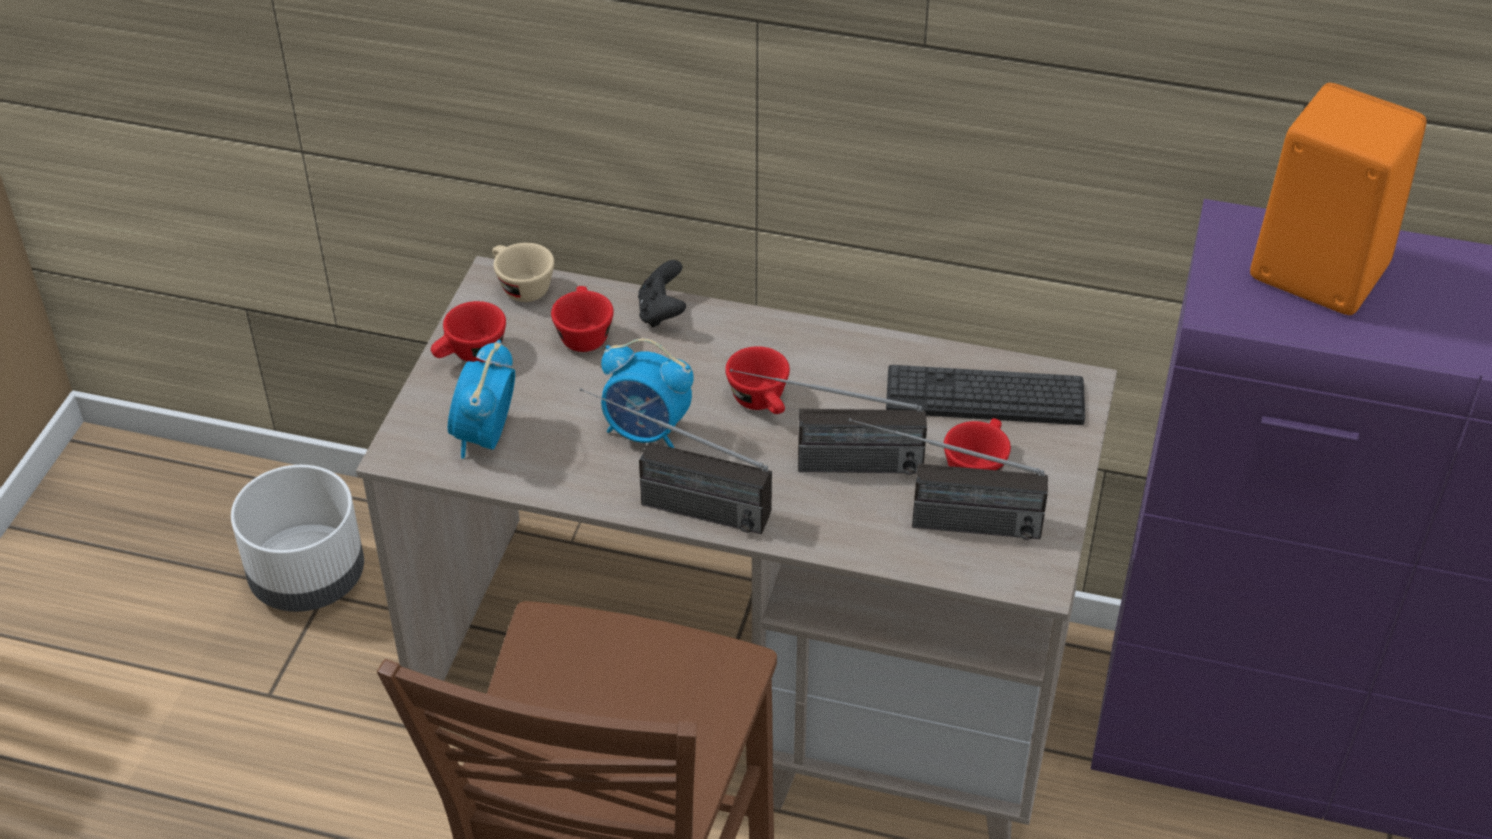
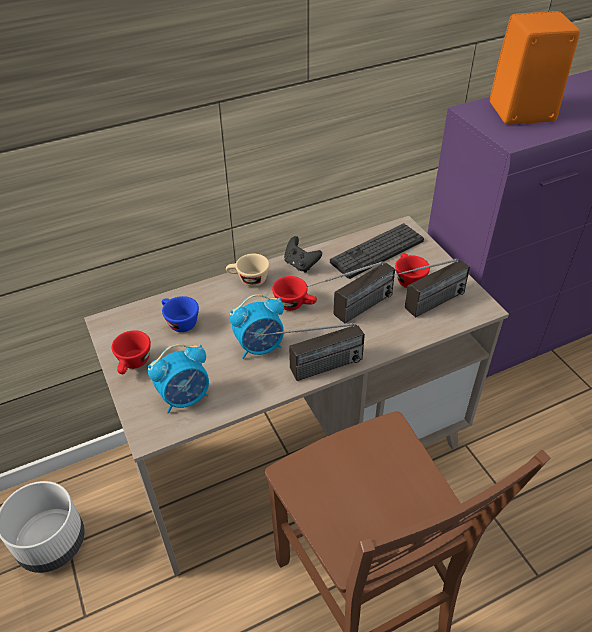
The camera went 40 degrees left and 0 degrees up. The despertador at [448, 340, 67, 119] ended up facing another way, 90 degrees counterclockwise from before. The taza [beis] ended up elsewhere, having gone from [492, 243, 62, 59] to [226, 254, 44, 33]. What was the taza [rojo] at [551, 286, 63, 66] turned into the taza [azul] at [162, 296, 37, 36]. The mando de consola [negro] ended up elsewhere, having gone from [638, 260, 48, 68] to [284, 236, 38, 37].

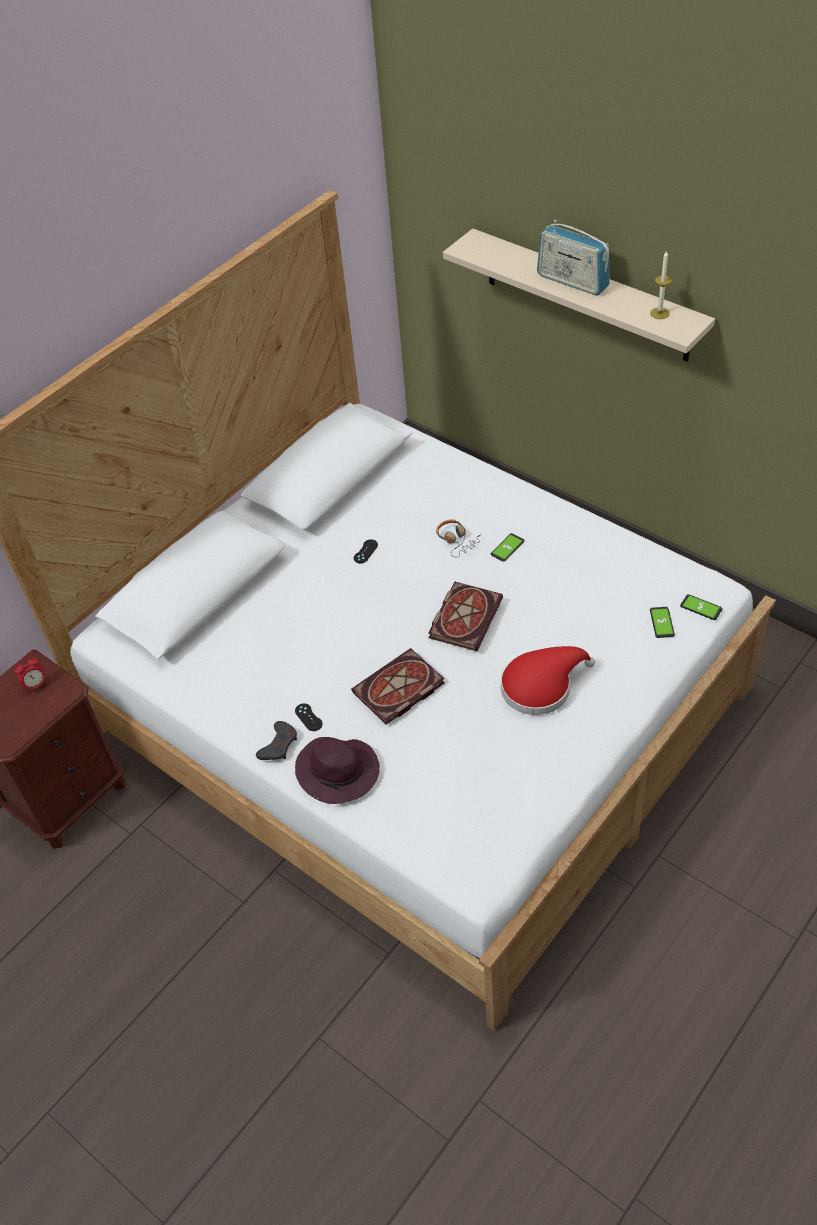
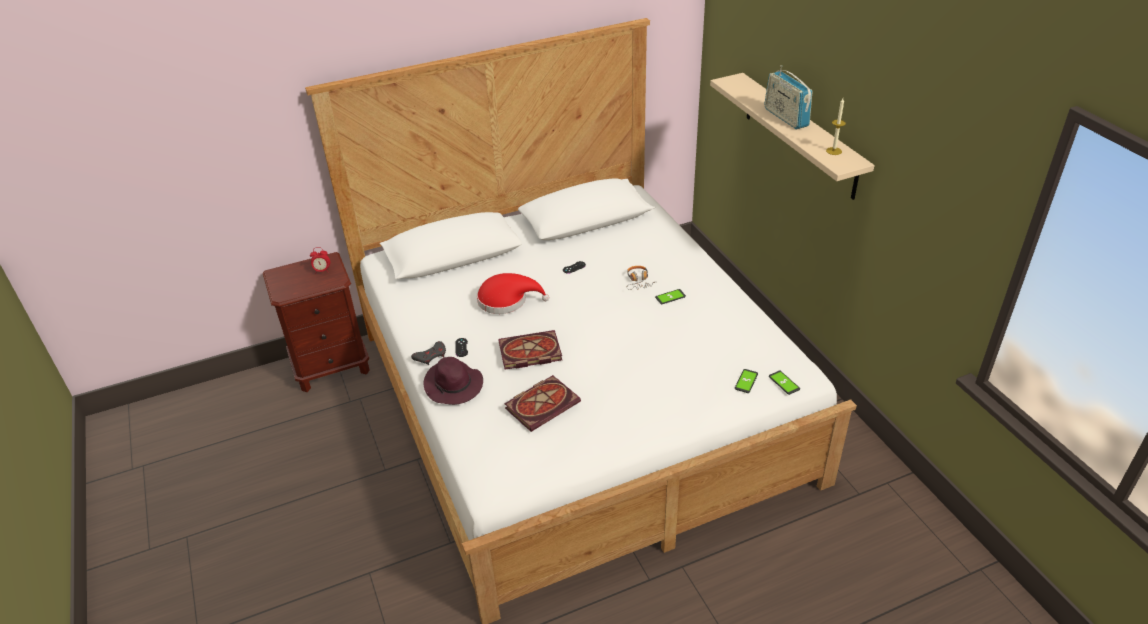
The camera went 25 degrees right and 10 degrees down. The libro ended up elsewhere, having gone from [428, 582, 75, 69] to [504, 375, 77, 57]. The sombrero [rojo] ended up elsewhere, having gone from [501, 646, 94, 69] to [477, 273, 72, 41].

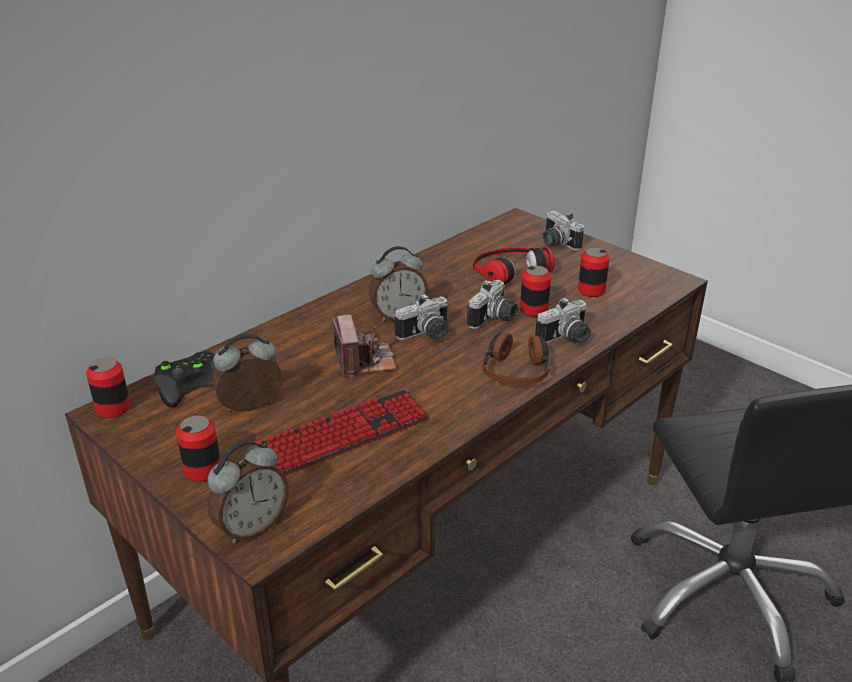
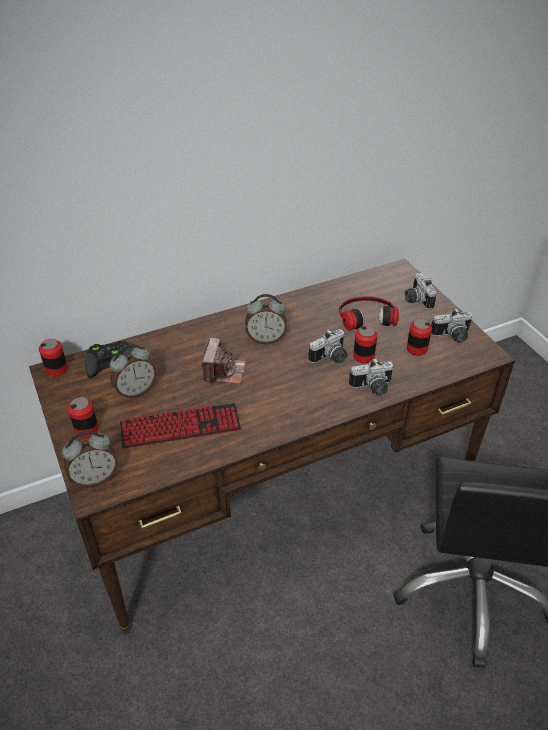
The camera went 20 degrees right and 10 degrees up. The despertador at [212, 333, 71, 79] ended up facing another way, 150 degrees clockwise from before. The cámara ended up elsewhere, having gone from [394, 294, 54, 46] to [431, 309, 41, 34]. The second view lost the auriculares at [482, 332, 68, 53].

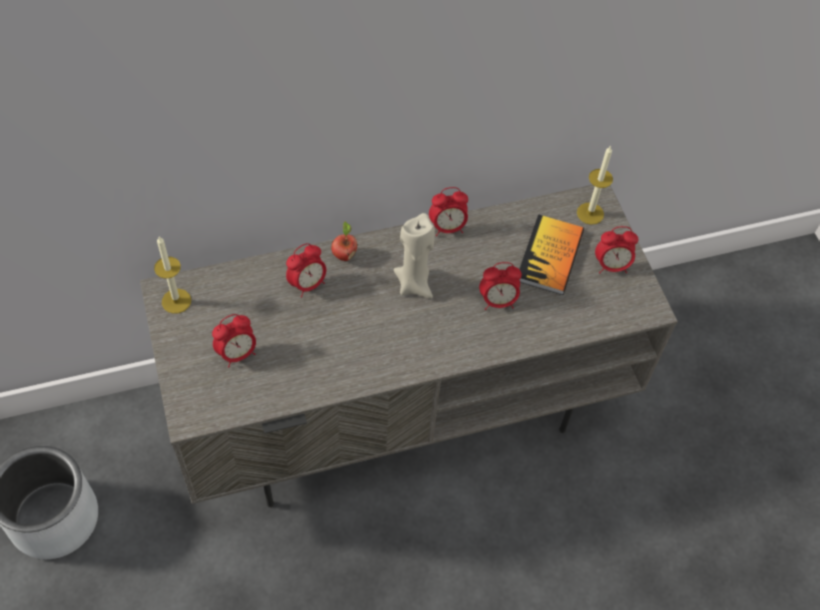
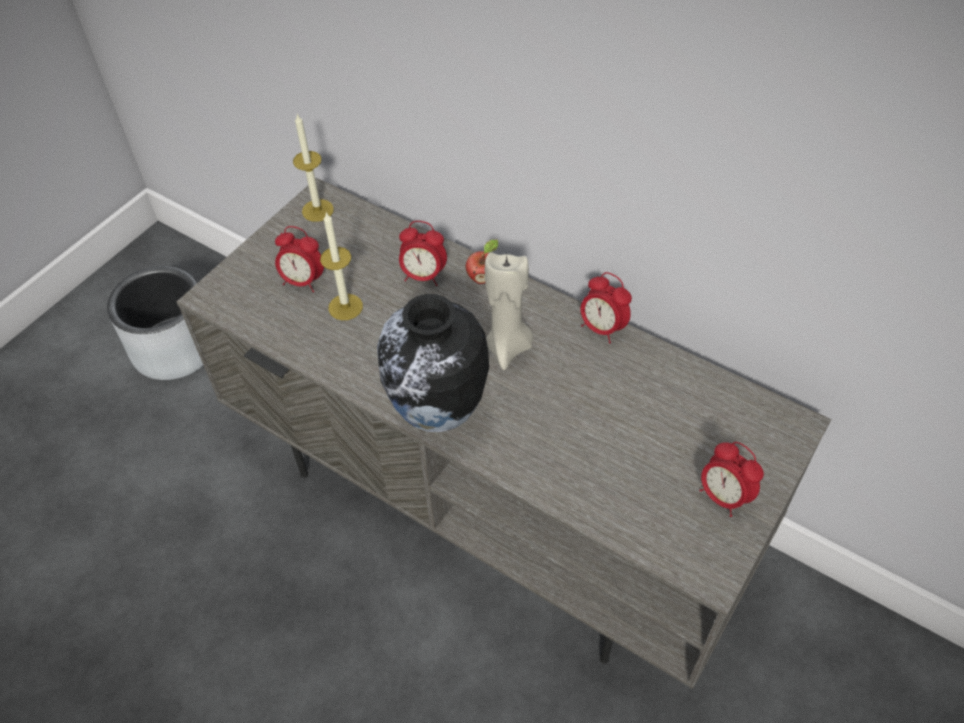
The camera went 55 degrees right and 5 degrees down. The second view lost the despertador at [479, 262, 43, 48]. The second view lost the libro at [519, 214, 65, 81]. The vela ended up elsewhere, having gone from [577, 146, 36, 79] to [320, 212, 43, 108]. The second view gained the florero at [377, 294, 112, 138].

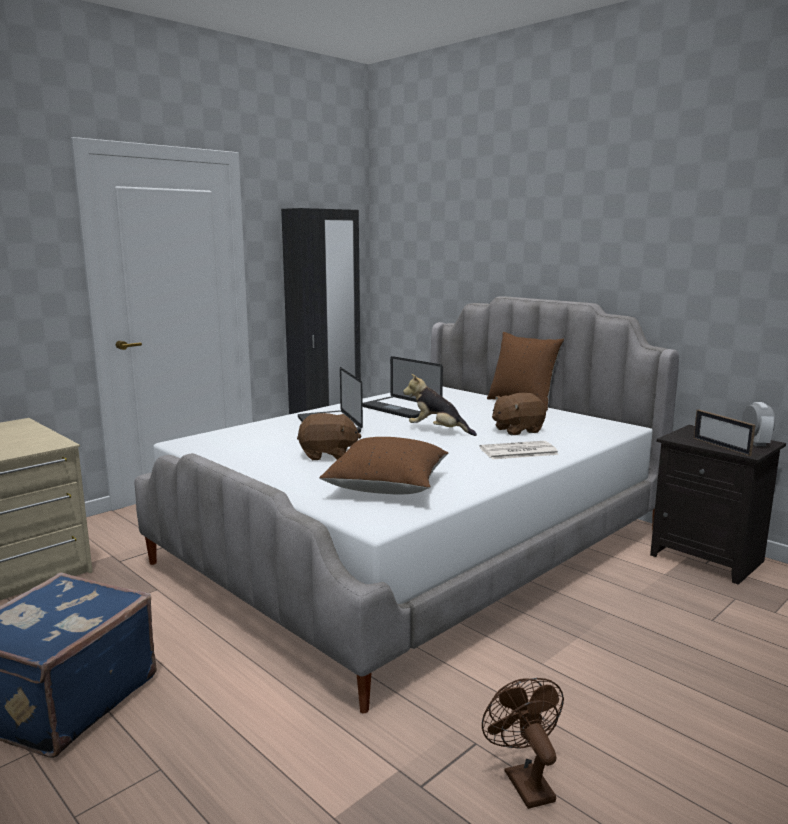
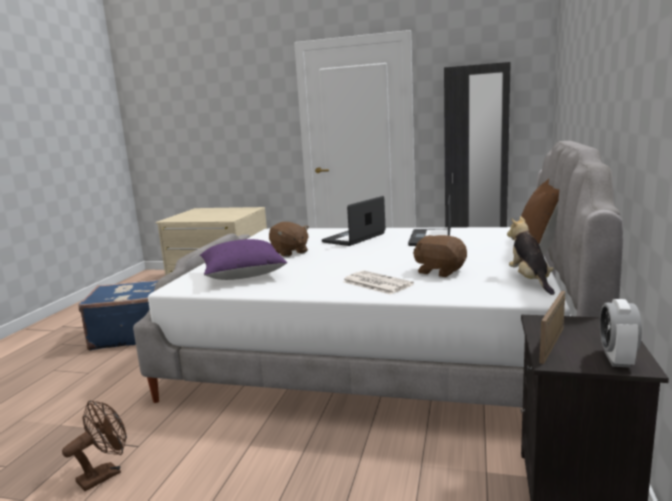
The camera went 60 degrees right and 0 degrees up. What was the cojín [marrón] at [319, 437, 129, 57] turned into the cojín [morado] at [200, 239, 87, 41]. The peluche ended up elsewhere, having gone from [403, 374, 74, 62] to [507, 216, 48, 79]. The despertador at [742, 402, 33, 44] ended up facing another way, 135 degrees clockwise from before.

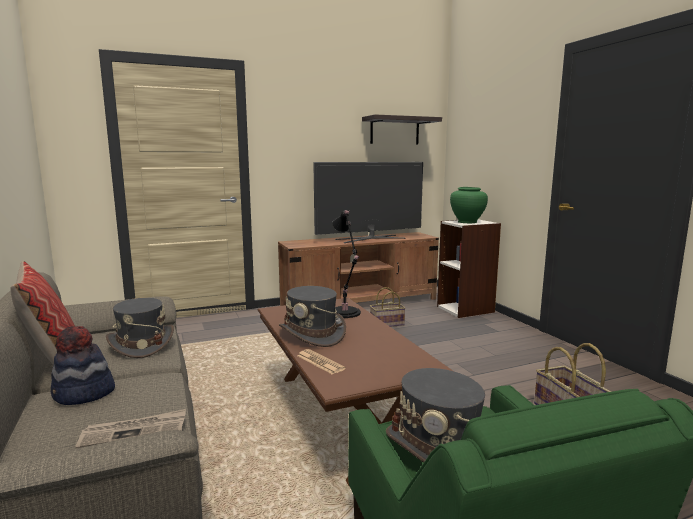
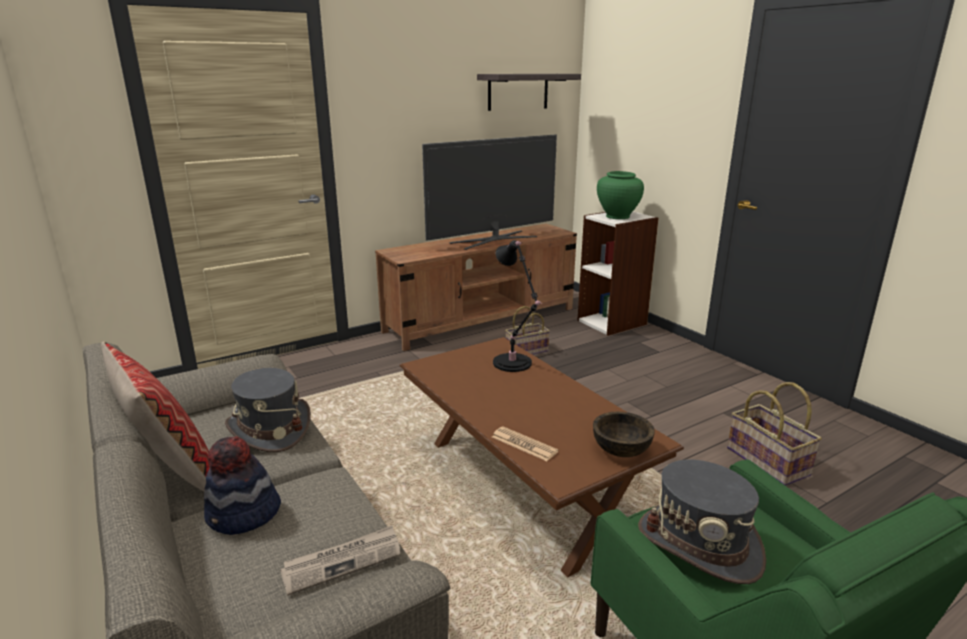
The camera went 10 degrees left and 10 degrees up. The second view lost the sombrero [gris] at [279, 286, 67, 61]. The second view gained the cuenco [marrón] at [593, 412, 62, 45].

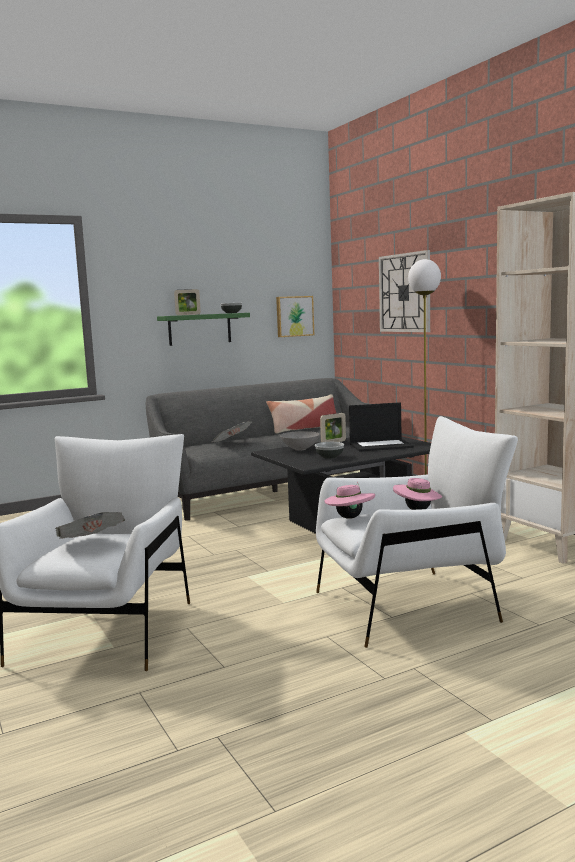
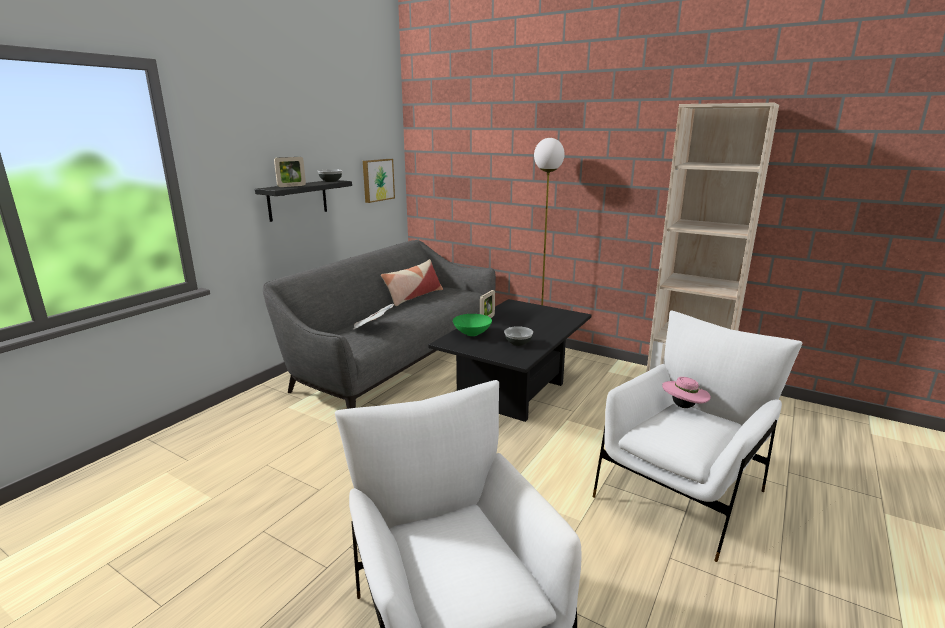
The camera went 30 degrees left and 10 degrees up. The second view lost the periódico at [55, 512, 70, 27]. What was the estante [verde] at [157, 313, 93, 33] turned into the estante [negro] at [255, 180, 97, 42]. What was the cuenco [gris] at [280, 431, 40, 20] turned into the cuenco [verde] at [453, 314, 39, 22]. The second view lost the sombrero [rosa] at [324, 482, 51, 37]. The second view lost the portátil at [349, 402, 65, 50]. The second view lost the reloj de pared at [379, 250, 51, 82].

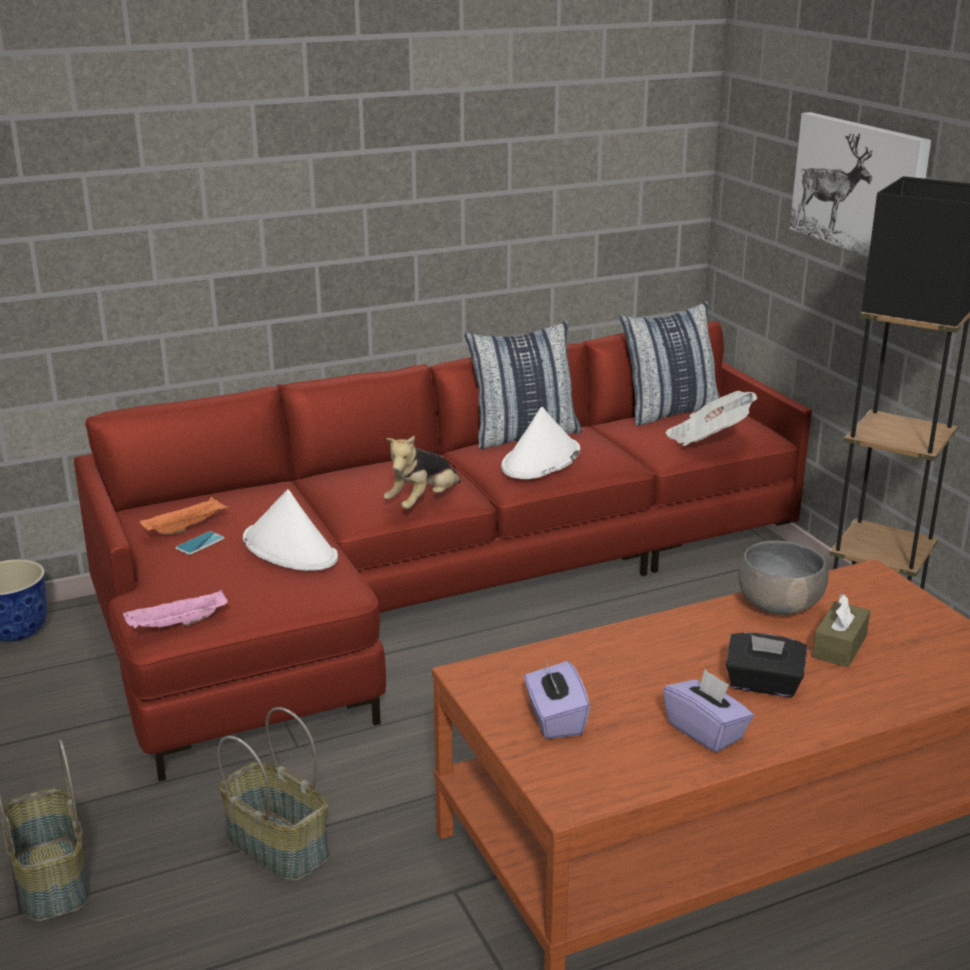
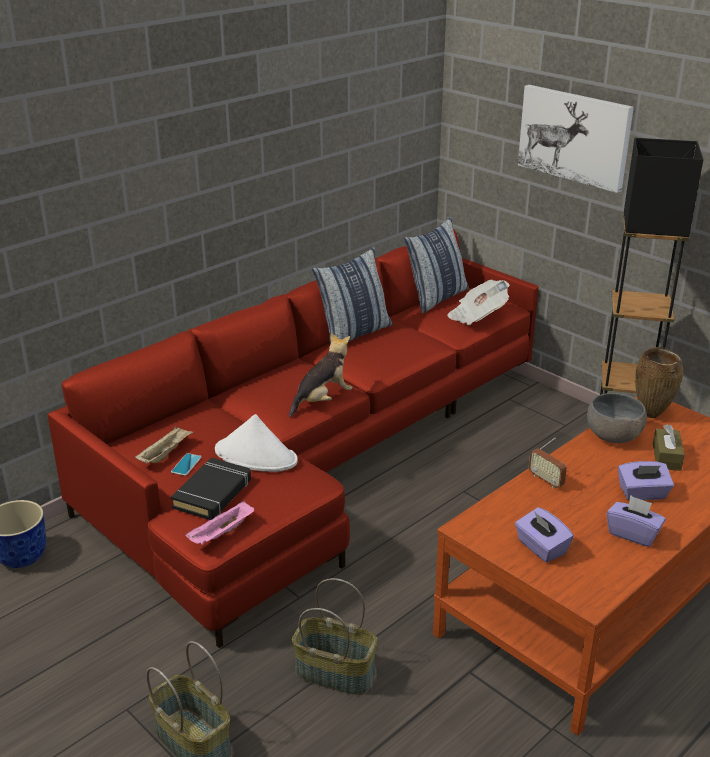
The camera went 20 degrees left and 5 degrees up. What was the bandeja [naranja] at [140, 497, 89, 38] turned into the bandeja [beis] at [135, 426, 58, 38]. The peluche at [384, 436, 77, 73] ended up facing another way, 150 degrees counterclockwise from before. The second view lost the sombrero [blanco] at [501, 407, 79, 72]. What was the caja de pañuelos [negro] at [726, 632, 81, 65] turned into the caja de pañuelos [morado] at [618, 461, 56, 39]. The second view gained the libro [negro] at [171, 458, 80, 62]. The second view gained the radio at [529, 438, 38, 50]. The second view gained the florero [marrón] at [635, 347, 48, 71].

